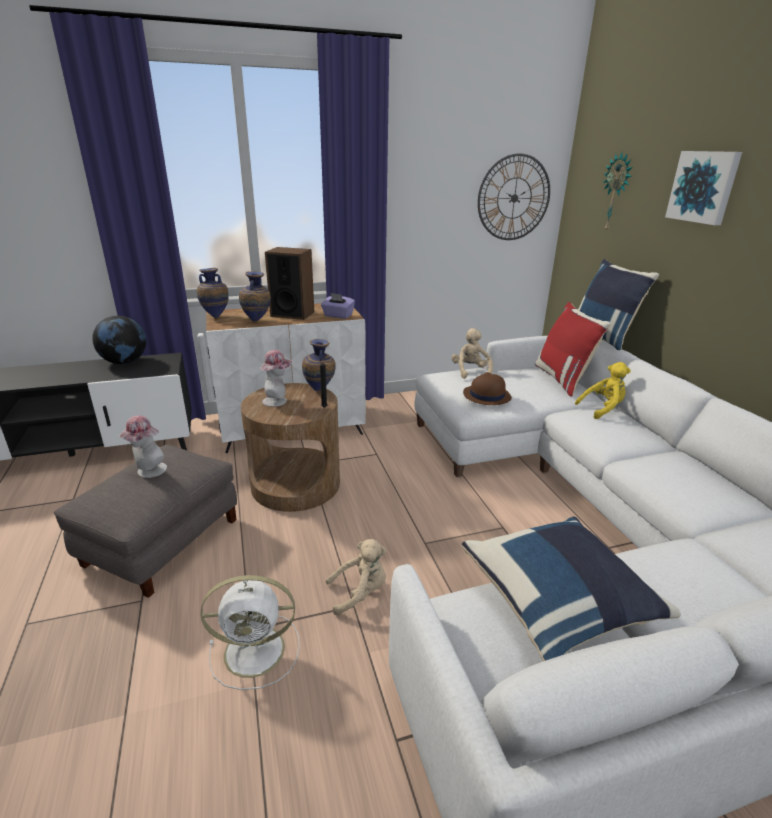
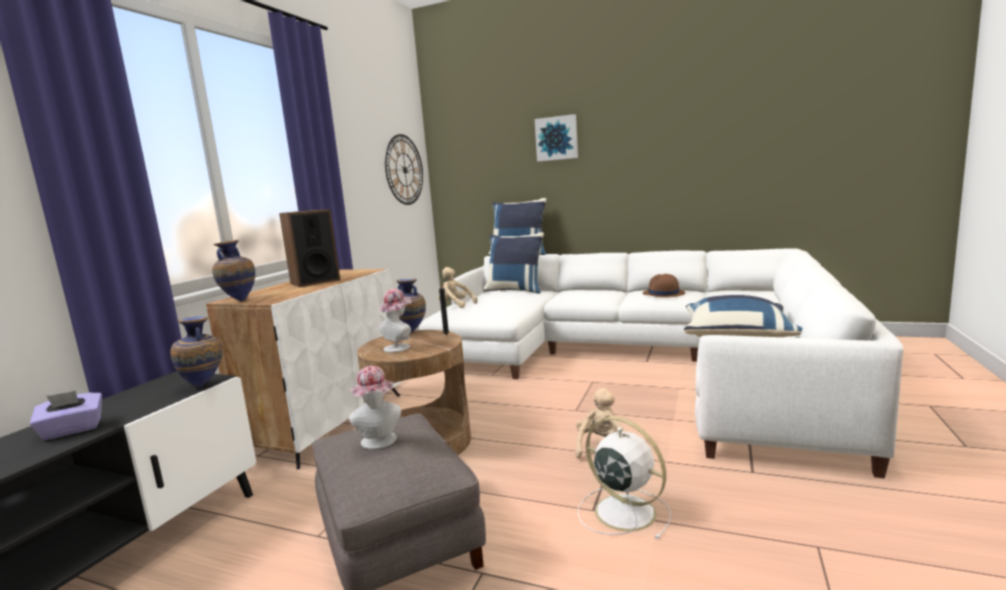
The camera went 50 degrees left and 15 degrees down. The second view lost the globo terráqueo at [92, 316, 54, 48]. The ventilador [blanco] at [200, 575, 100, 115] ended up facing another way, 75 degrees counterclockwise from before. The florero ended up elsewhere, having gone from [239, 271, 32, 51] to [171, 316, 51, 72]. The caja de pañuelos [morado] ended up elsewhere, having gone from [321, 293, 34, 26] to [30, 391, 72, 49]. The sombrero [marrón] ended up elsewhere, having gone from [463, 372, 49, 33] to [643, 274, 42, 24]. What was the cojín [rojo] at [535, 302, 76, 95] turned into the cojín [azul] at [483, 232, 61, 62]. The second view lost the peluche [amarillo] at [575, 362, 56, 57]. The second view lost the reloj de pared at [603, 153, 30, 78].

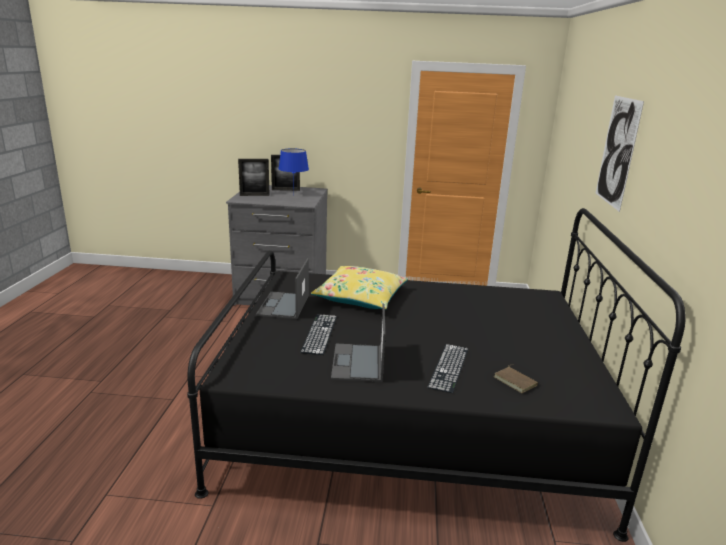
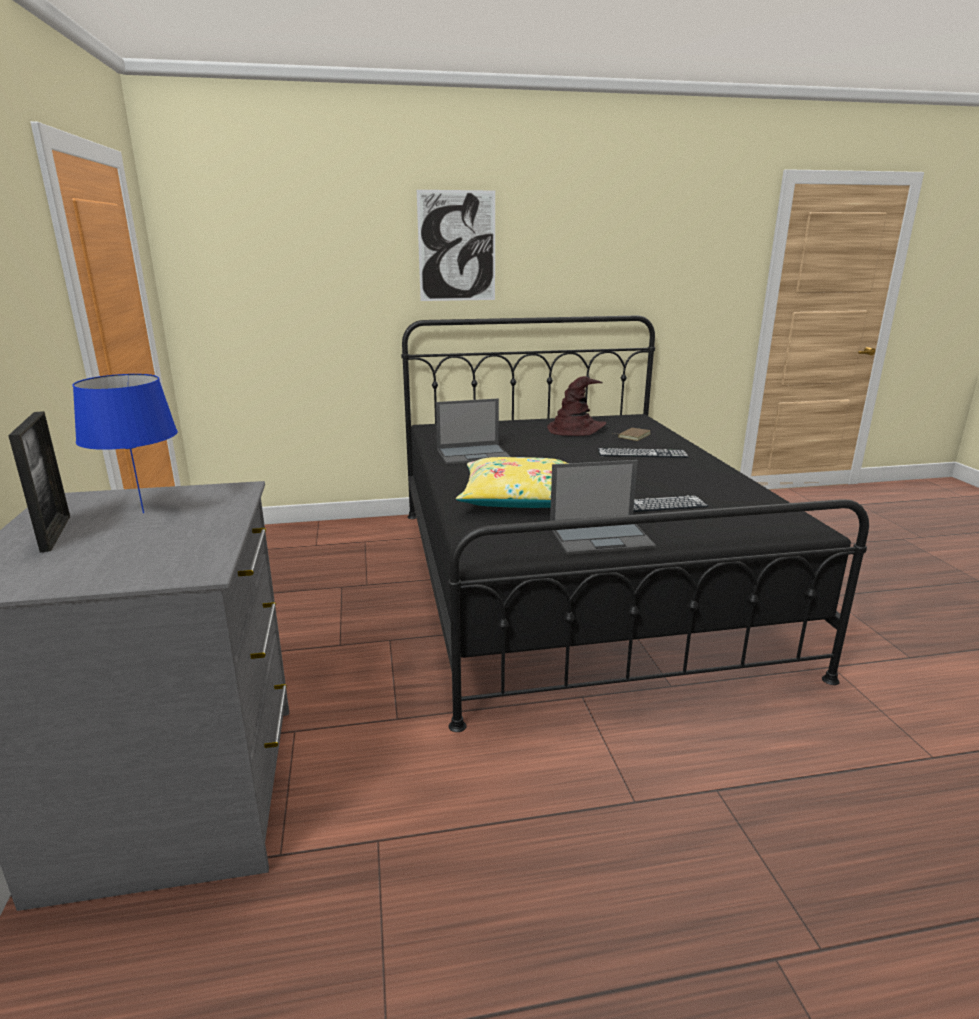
The camera went 105 degrees left and 0 degrees up. The second view lost the portarretratos at [238, 159, 32, 37]. The portátil ended up elsewhere, having gone from [331, 304, 54, 78] to [436, 398, 74, 66]. The second view gained the sombrero [marrón] at [547, 376, 59, 60].

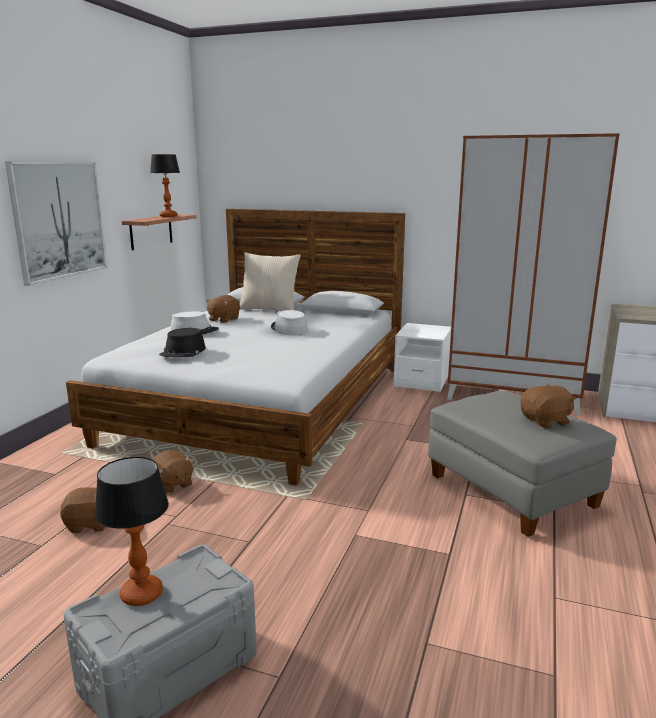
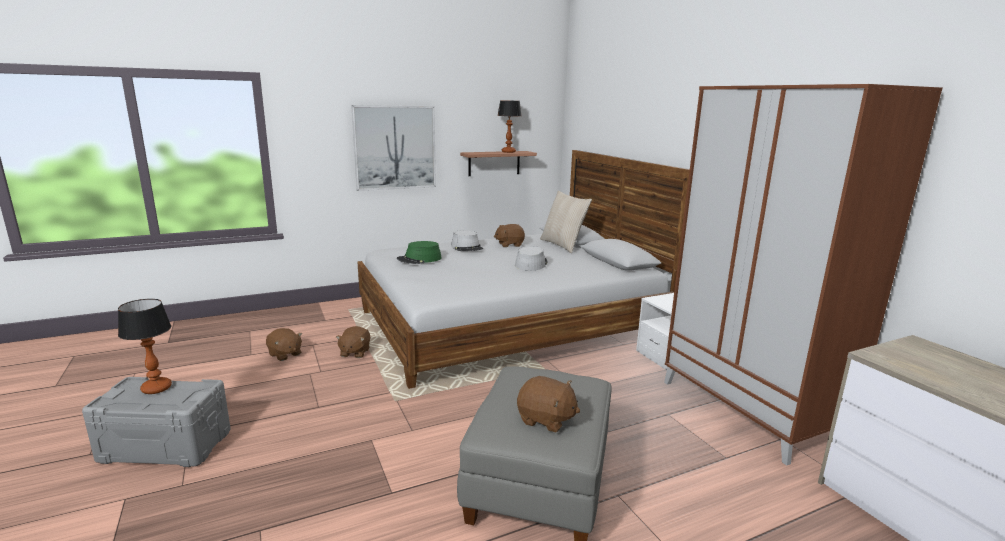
The camera went 45 degrees right and 0 degrees up. What was the sombrero [negro] at [159, 328, 47, 29] turned into the sombrero [verde] at [397, 241, 45, 23].

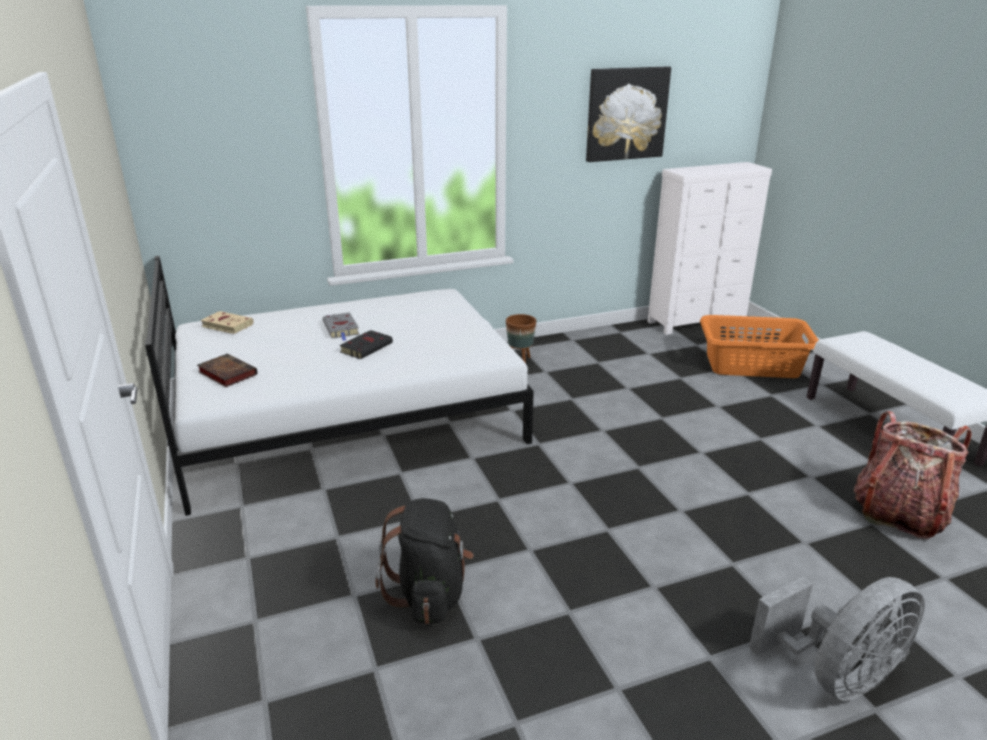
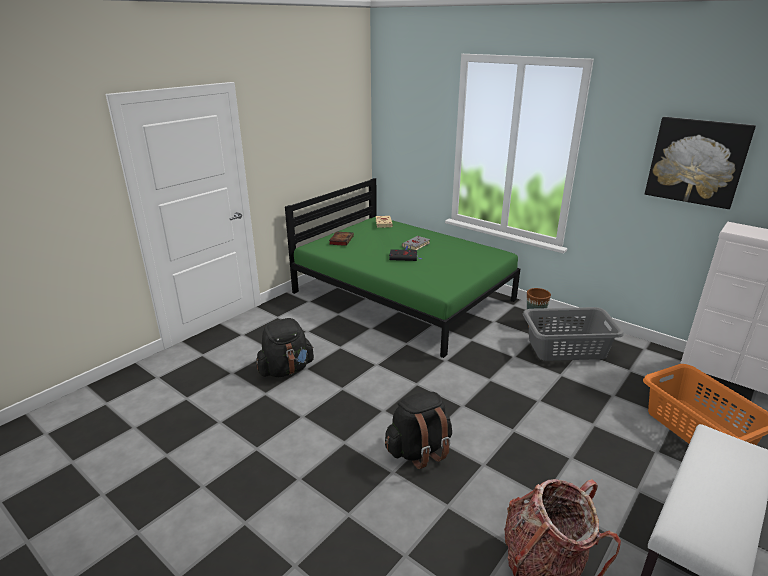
The camera went 60 degrees right and 0 degrees up. What was the cama [blanco] at [145, 256, 389, 260] turned into the cama [verde] at [285, 178, 235, 180]. The second view lost the ventilador [gris] at [749, 577, 176, 124]. The second view gained the mochila [negro] at [385, 391, 67, 78]. The second view gained the cesto de la ropa [gris] at [523, 307, 101, 54].

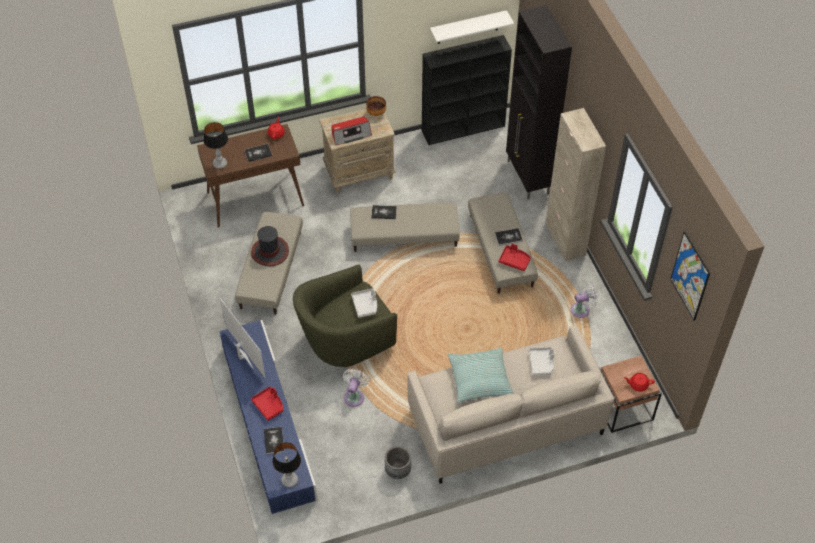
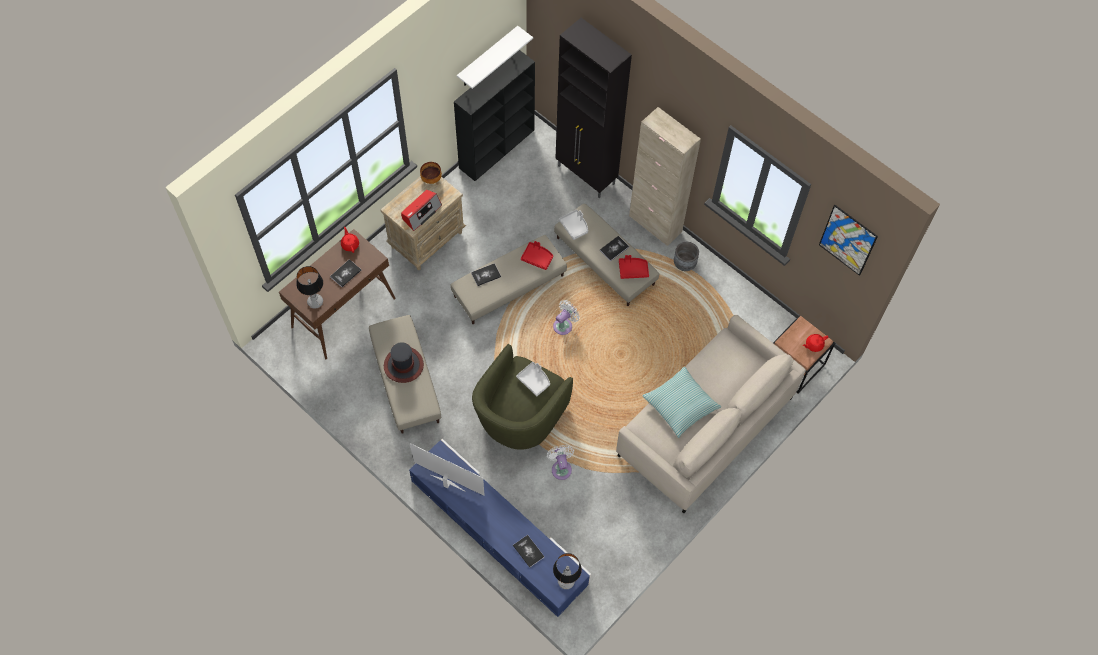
The camera went 30 degrees left and 10 degrees up. The bandeja [rojo] ended up elsewhere, having gone from [251, 387, 33, 34] to [521, 241, 32, 29]. The maceta [gris] ended up elsewhere, having gone from [385, 446, 26, 33] to [674, 242, 25, 29]. The bandeja [gris] ended up elsewhere, having gone from [529, 347, 25, 29] to [559, 209, 29, 31]. The ventilador [blanco] ended up elsewhere, having gone from [570, 283, 28, 35] to [553, 300, 27, 35].

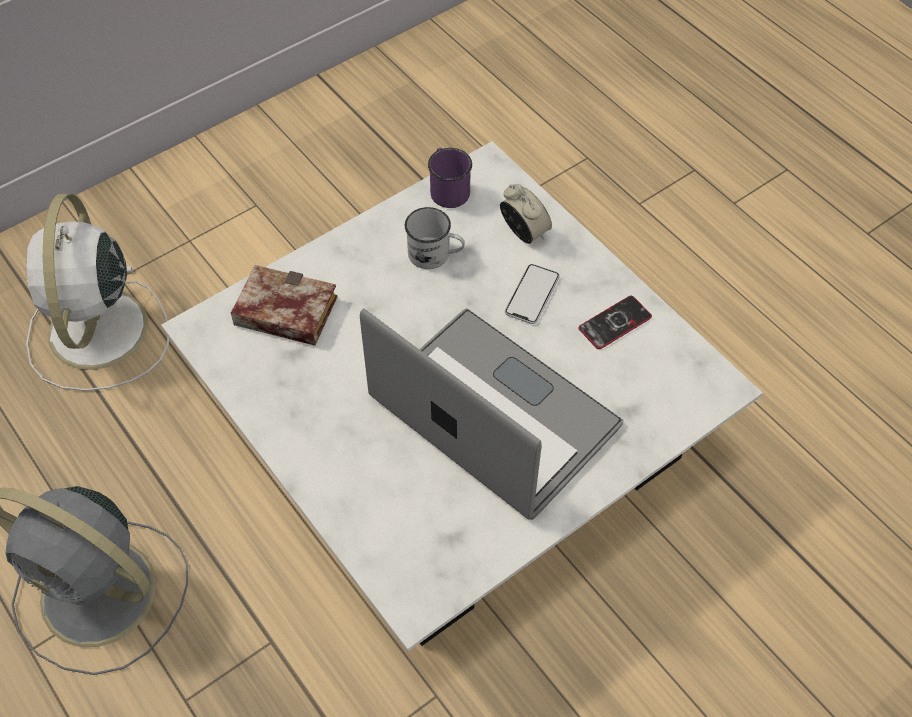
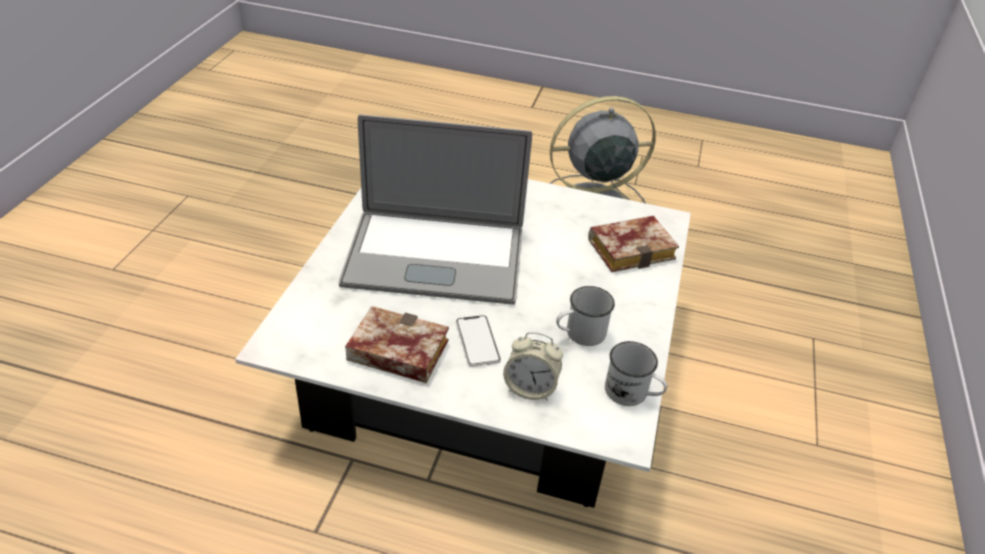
The camera went 140 degrees right and 15 degrees down. The second view lost the ventilador [blanco] at [26, 193, 143, 198]. What was the taza grande [morado] at [428, 148, 44, 60] turned into the taza grande [blanco] at [605, 341, 62, 65]. Where the móvil stood at [579, 296, 73, 53], the libro came to stand at [345, 306, 104, 77].

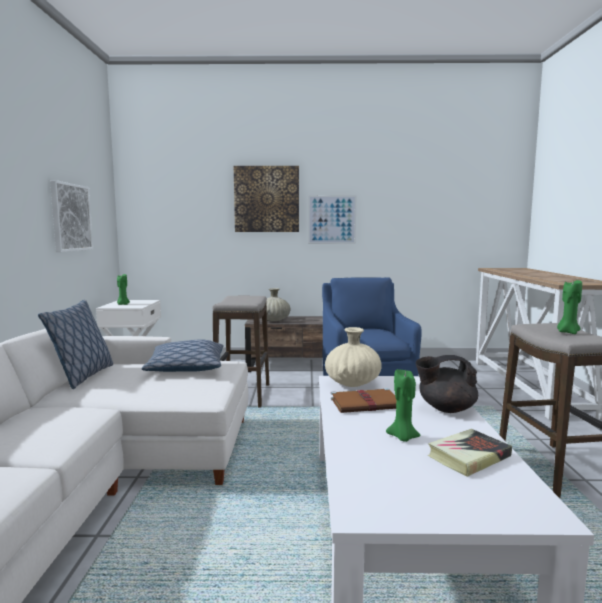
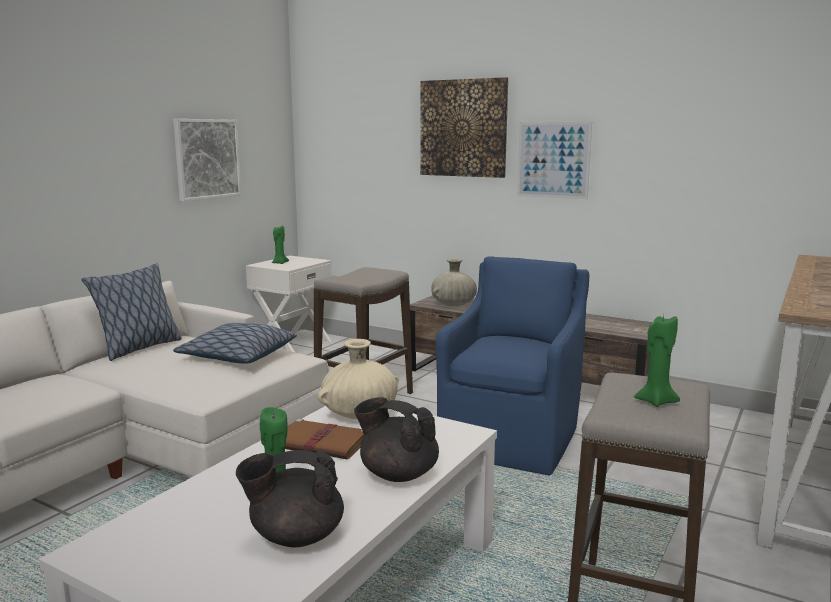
The camera went 30 degrees right and 5 degrees up. Where the libro stood at [428, 429, 84, 48], the tetera [negro] came to stand at [236, 450, 108, 97].

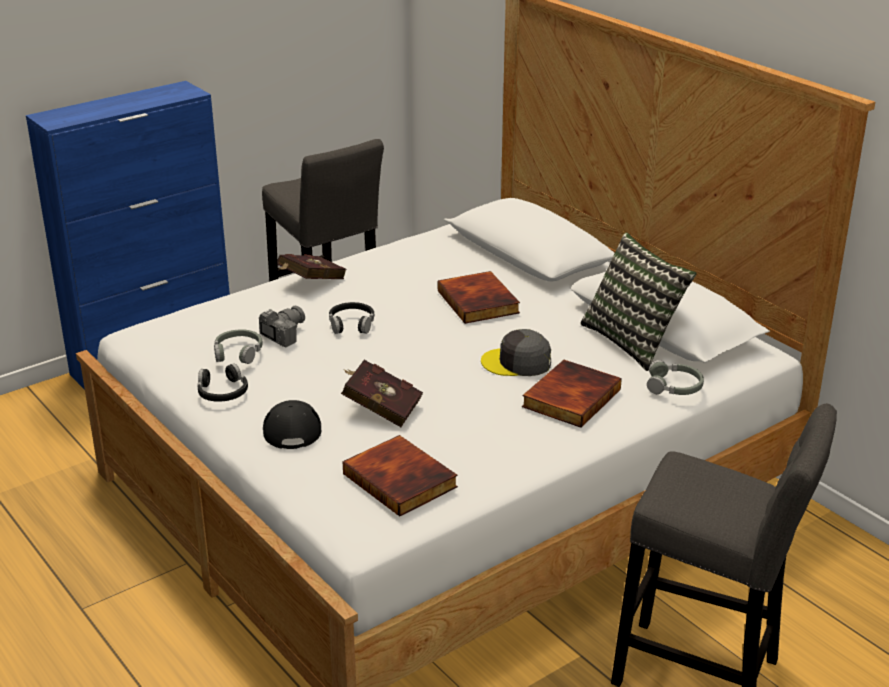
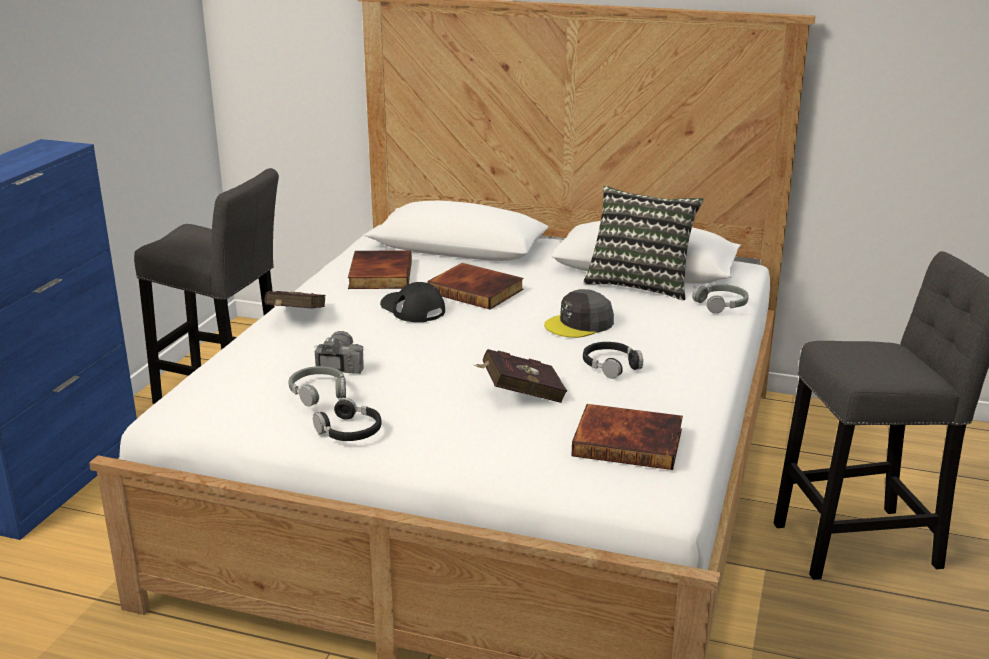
The camera went 35 degrees left and 5 degrees down. The gorra [negro] ended up elsewhere, having gone from [263, 400, 58, 49] to [380, 282, 65, 40]. The auriculares [negro] ended up elsewhere, having gone from [329, 302, 45, 32] to [583, 342, 60, 37]. The libro ended up elsewhere, having gone from [522, 360, 100, 67] to [348, 250, 64, 39].

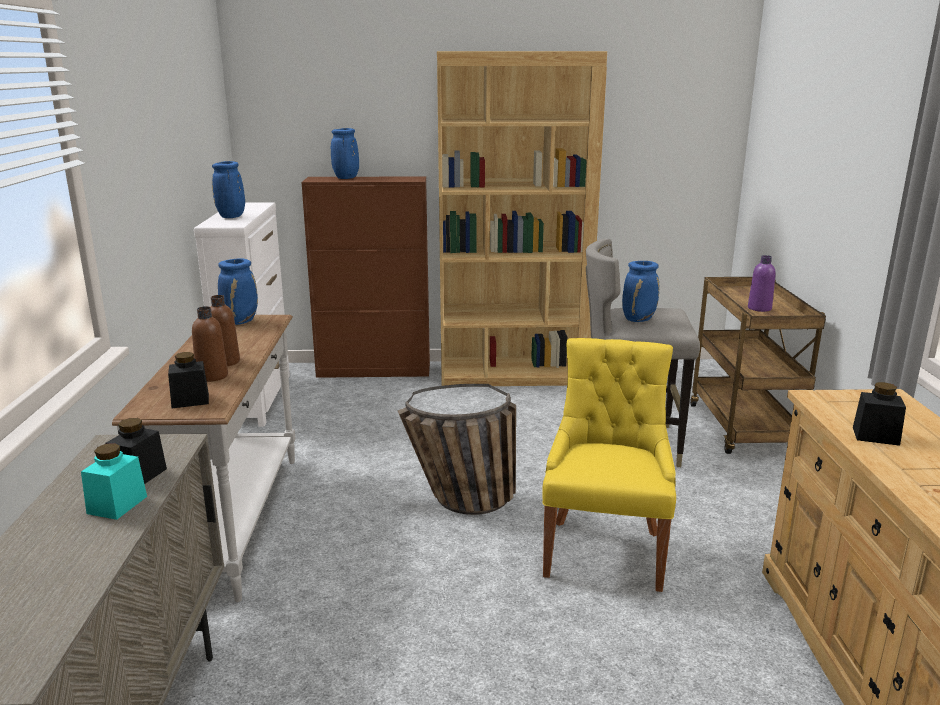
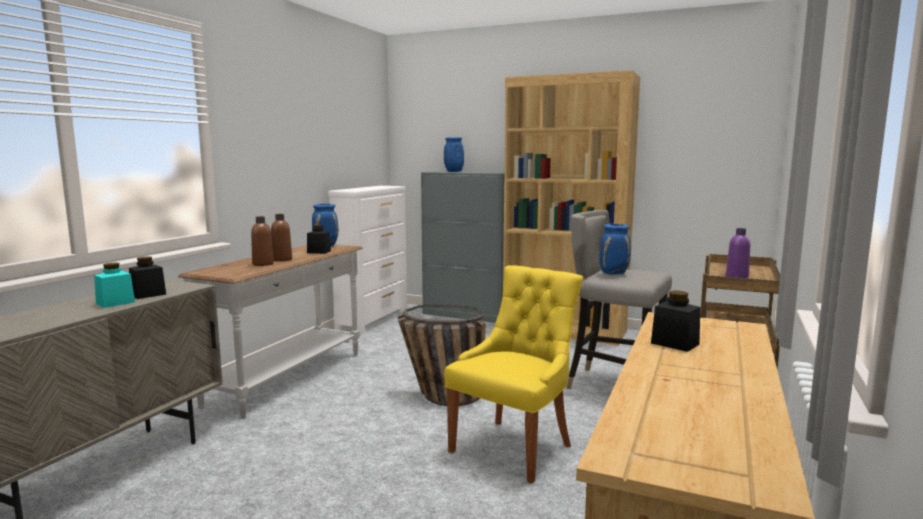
The camera went 25 degrees right and 10 degrees down. The tarro [negro] ended up elsewhere, having gone from [168, 352, 41, 56] to [307, 225, 24, 29]. The second view lost the florero [azul] at [212, 161, 33, 57]. What was the armario [marrón] at [301, 176, 129, 202] turned into the armario [gris] at [421, 172, 84, 151].

